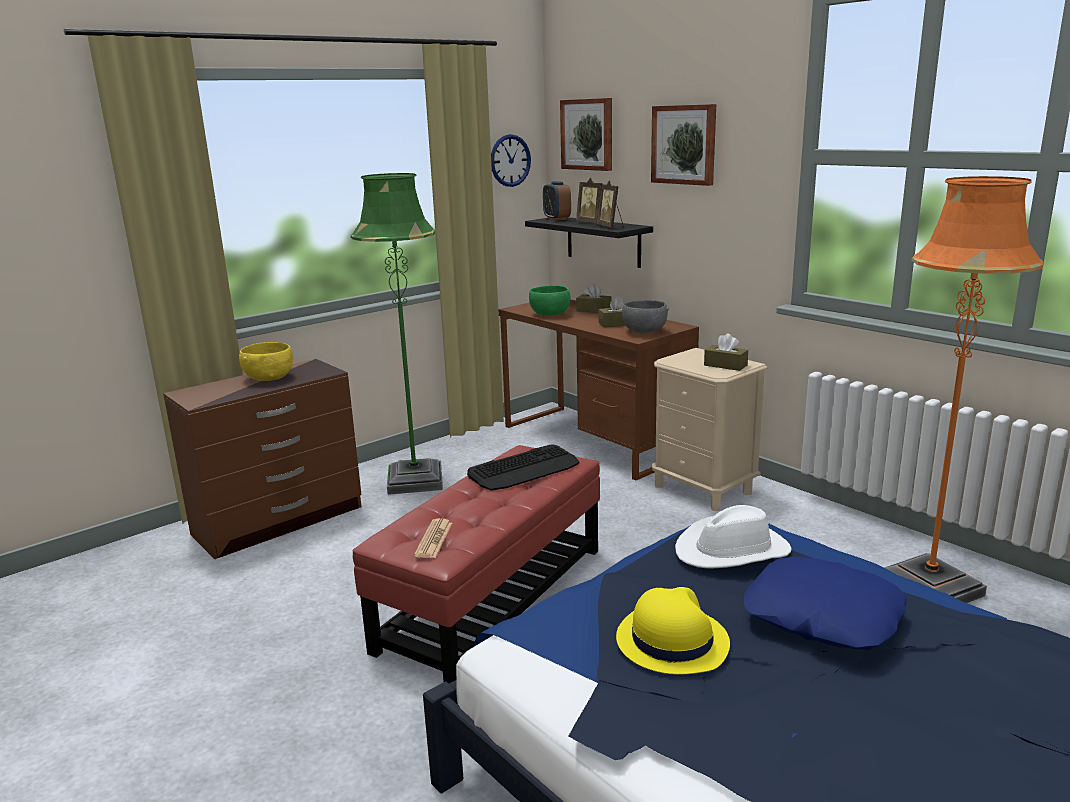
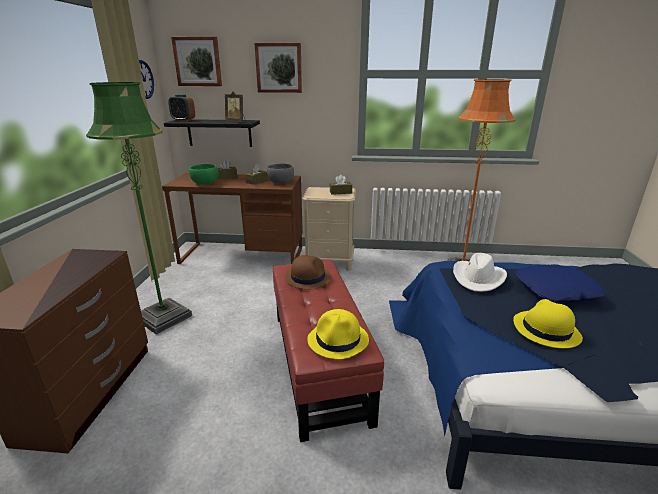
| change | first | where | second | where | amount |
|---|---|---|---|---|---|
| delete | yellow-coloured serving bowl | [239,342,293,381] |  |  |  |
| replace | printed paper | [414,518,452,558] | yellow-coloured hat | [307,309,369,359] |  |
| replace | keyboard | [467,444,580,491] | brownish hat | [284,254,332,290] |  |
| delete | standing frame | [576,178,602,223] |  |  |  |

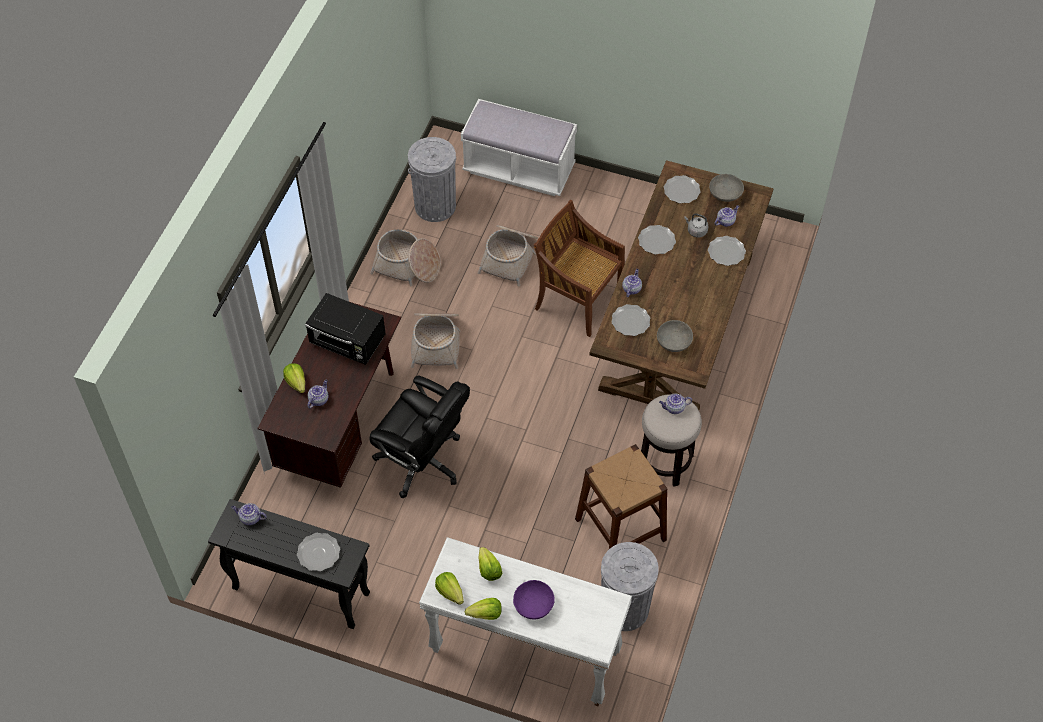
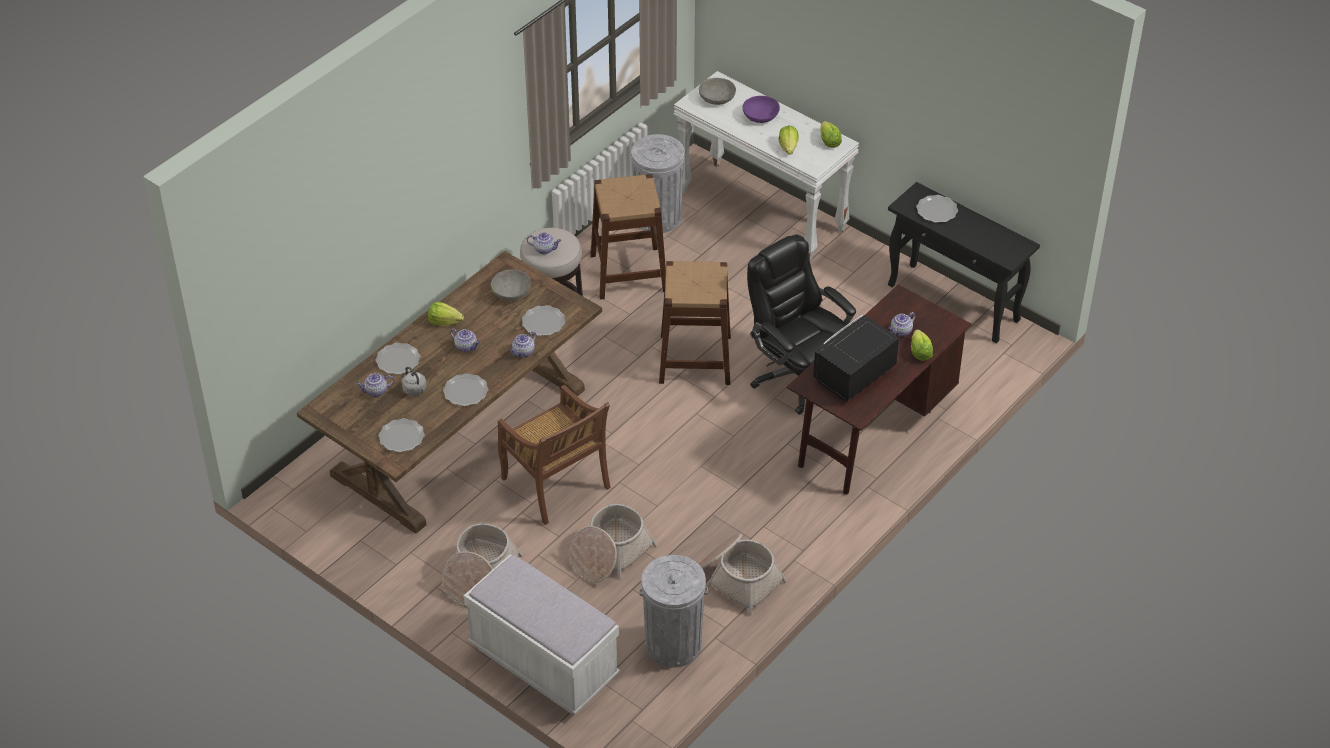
| change | first | where | second | where | amount |
|---|---|---|---|---|---|
| move | tea pot | [231,503,267,525] |  | [450,328,480,352] |  |
| rotate | black microwave | [305,293,385,365] |  | [813,315,899,402] | 90 degrees counterclockwise |
| move | storage basket | [411,313,460,369] |  | [442,523,523,607] |  |
| move | lettuce head | [465,598,502,620] |  | [428,302,464,326] |  |
| move | greyish serving bowl | [709,174,744,202] |  | [699,78,736,105] |  |
| insert |  |  | brownish stool seat | [659,261,731,385] |  |

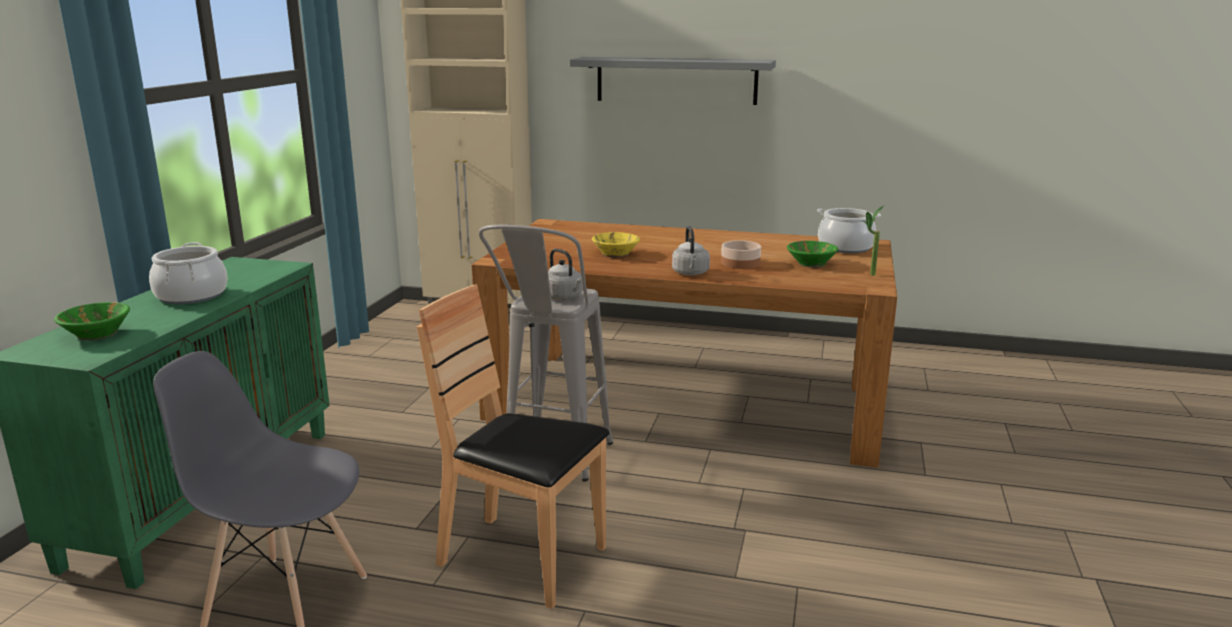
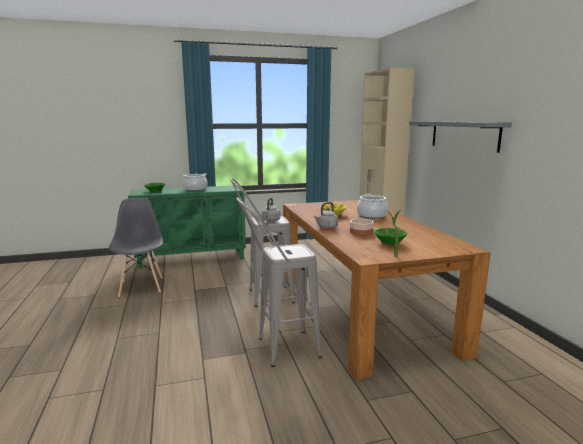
| change | first | where | second | where | amount |
|---|---|---|---|---|---|
| delete | brownish upright chair | [417,284,610,609] |  |  |  |
| move | saucepot | [817,208,881,253] |  | [357,194,388,219] |  |
| insert |  |  | greyish stool seat | [236,197,322,367] |  |

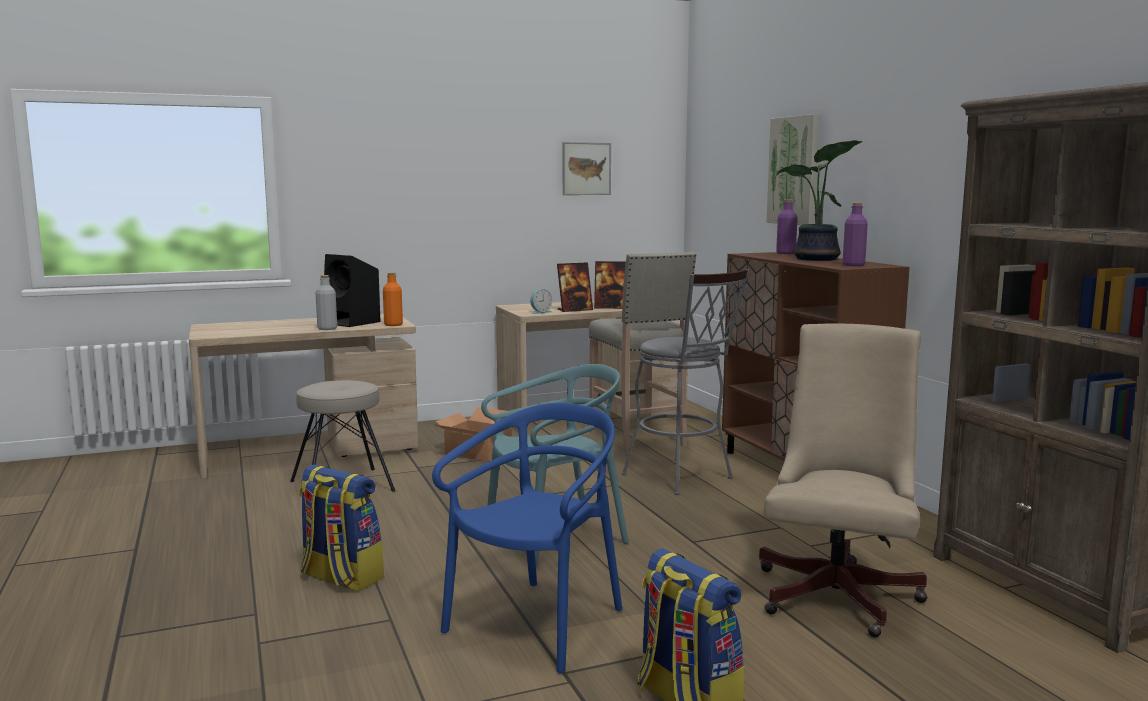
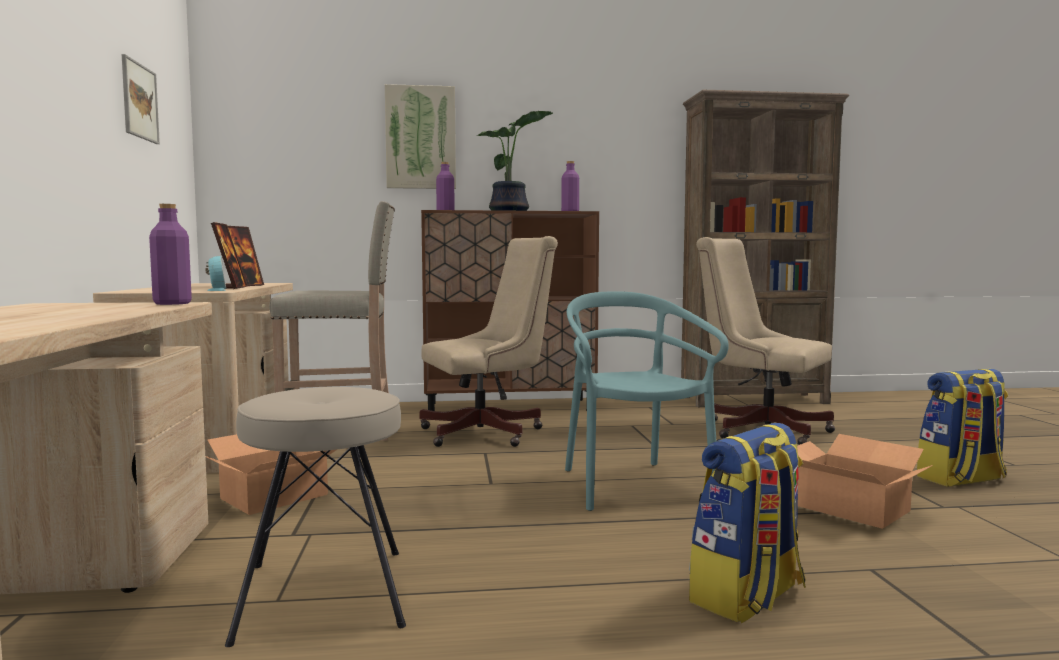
| change | first | where | second | where | amount |
|---|---|---|---|---|---|
| delete | greyish bottle | [316,275,337,330] |  |  |  |
| delete | black speaker | [324,254,381,327] |  |  |  |
| recolor | orange-coloured bottle | [383,273,403,326] | purplish bottle | [149,204,192,305] |  |
| replace | blue-coloured upright chair | [432,403,622,674] | cardboard box | [797,434,933,529] |  |
| replace | greyish stool seat | [622,269,749,495] | beige computer chair | [420,236,558,447] |  |

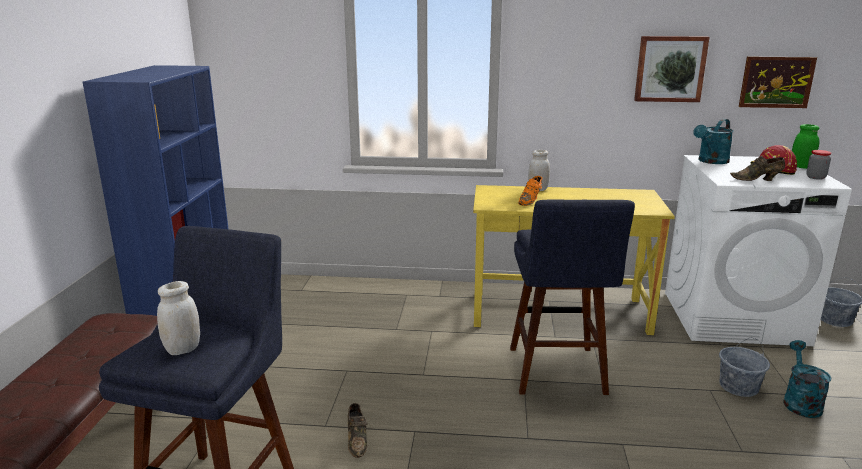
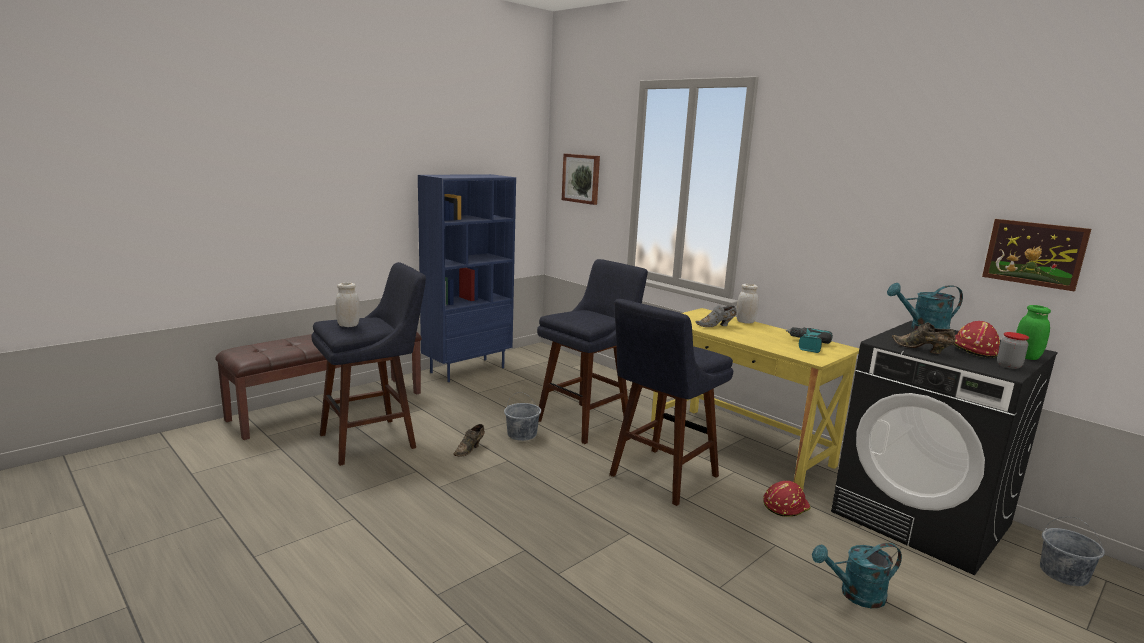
| change | first | where | second | where | amount |
|---|---|---|---|---|---|
| recolor | orange-coloured shoe | [518,176,543,206] | greyish shoe | [695,305,737,327] |  |
| move | picture | [634,36,710,102] |  | [562,153,600,205] |  |
| recolor | white laundry appliance | [665,155,852,346] | black laundry appliance | [831,321,1058,575] |  |
| move | greyish bucket | [719,338,770,397] |  | [504,392,541,441] |  |
| rotate | turquoise-coloured watering can | [783,340,831,418] |  | [812,543,902,608] | 150 degrees counterclockwise |
| insert |  |  | blue-coloured stool seat | [537,259,648,444] |  |
| insert |  |  | red-coloured safety helmet | [763,481,811,517] |  |
| insert |  |  | electric drill | [786,327,833,353] |  |

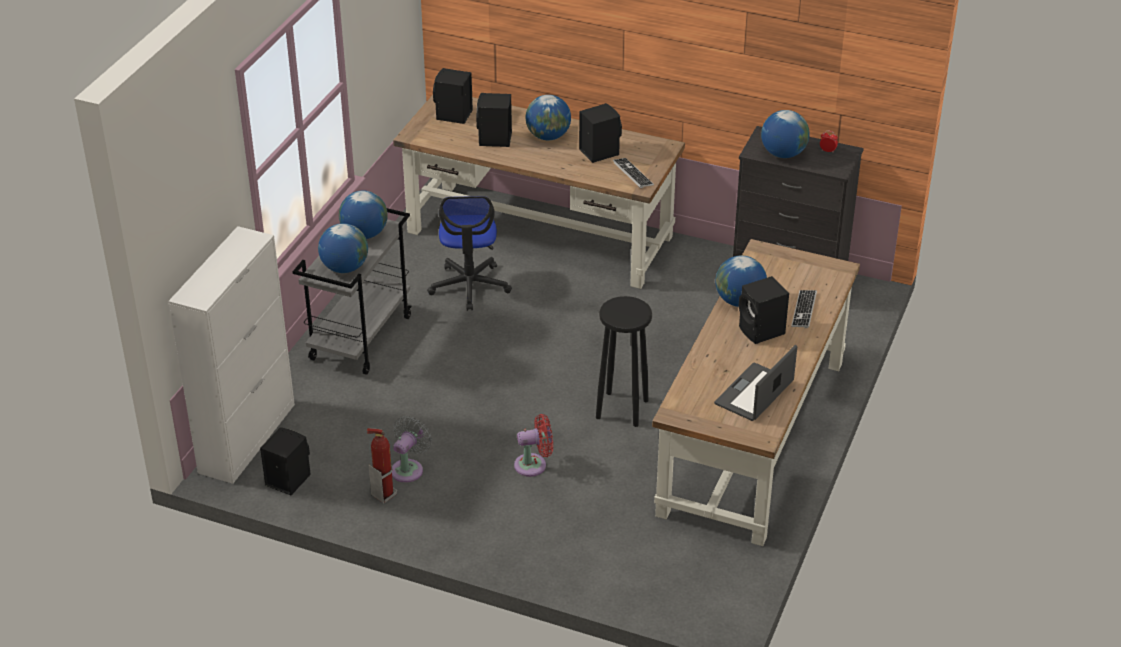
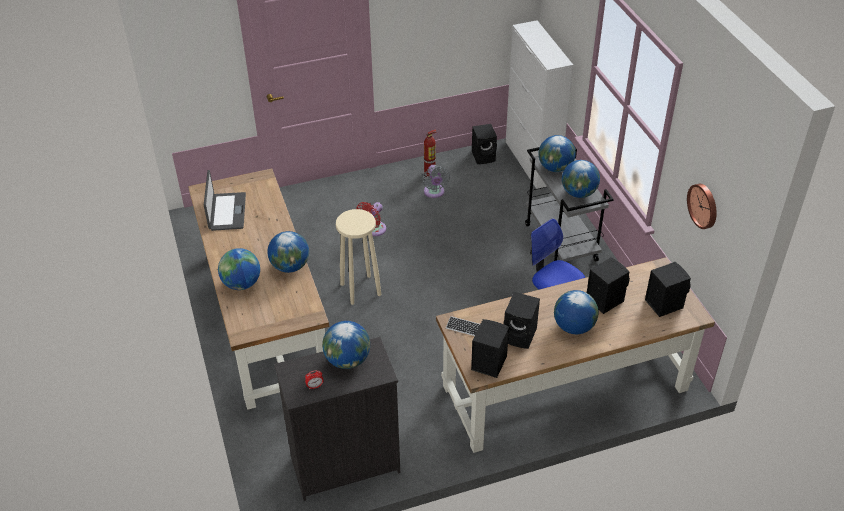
| change | first | where | second | where | amount |
|---|---|---|---|---|---|
| recolor | black stool seat | [596,296,652,427] | beige stool seat | [336,209,381,305] |  |
| move | black speaker | [739,276,789,344] |  | [471,319,509,378] |  |
| replace | keyboard | [791,290,817,328] | desk globe | [218,248,260,290] |  |
| insert |  |  | clock on the wall | [687,184,717,229] |  |

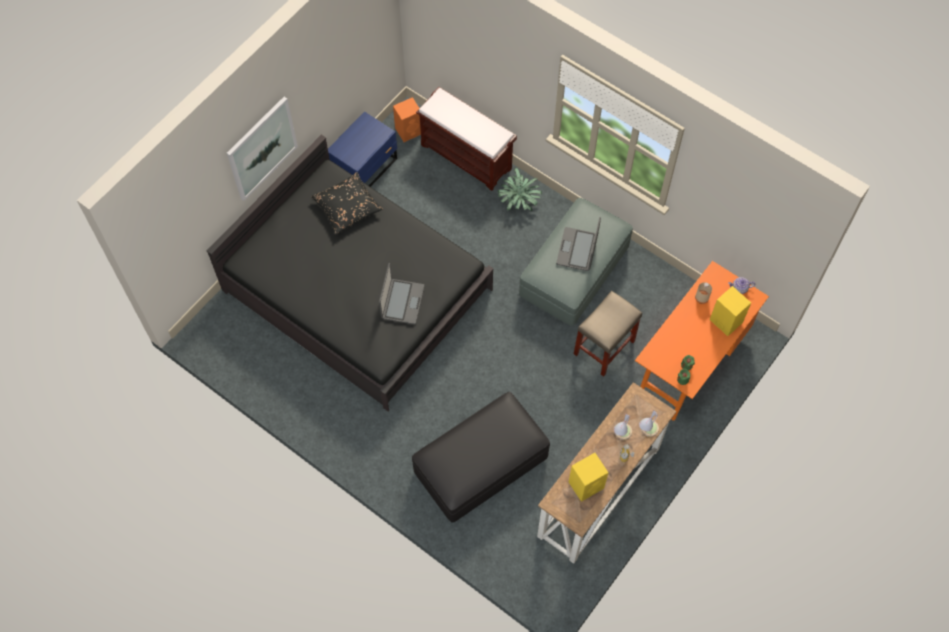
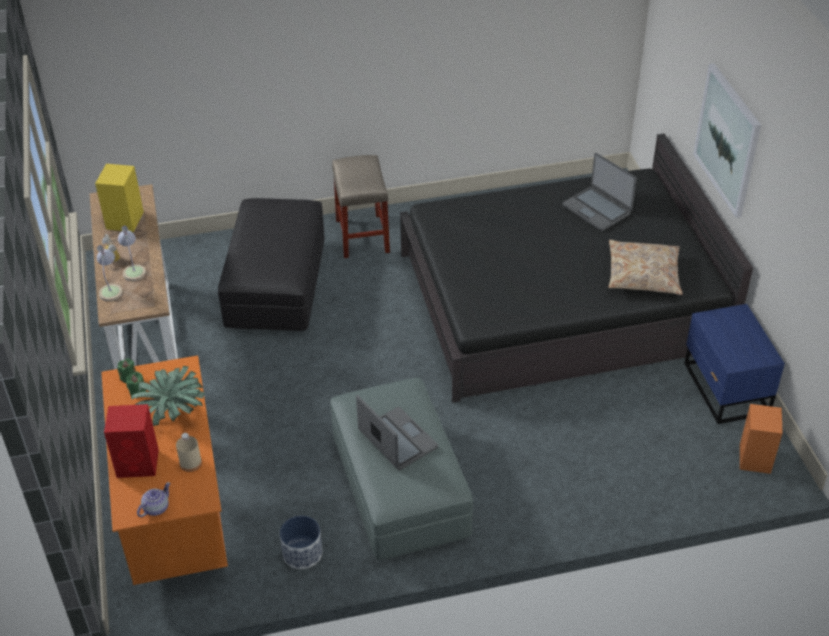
| change | first | where | second | where | amount |
|---|---|---|---|---|---|
| recolor | black cushion | [311,172,383,234] | beige cushion | [608,240,683,295] |  |
| move | portable computer | [379,263,424,324] |  | [562,153,637,231] |  |
| delete | brownish indoor bench | [416,87,517,191] |  |  |  |
| move | potted plant | [498,168,542,211] |  | [131,366,205,426] |  |
| move | beige stool seat | [574,291,642,377] |  | [332,155,390,258] |  |
| recolor | yellow-coloured speaker | [710,286,751,336] | red-coloured speaker | [104,404,159,478] |  |
| insert |  |  | plant pot | [280,515,322,569] |  |

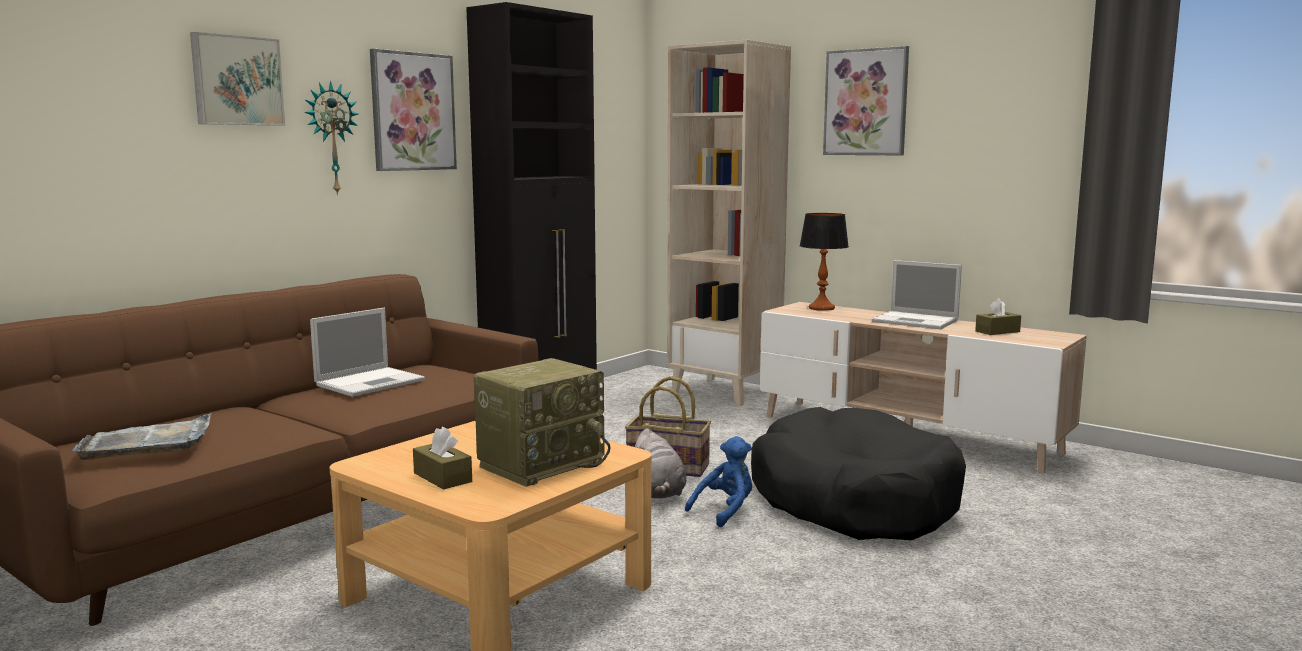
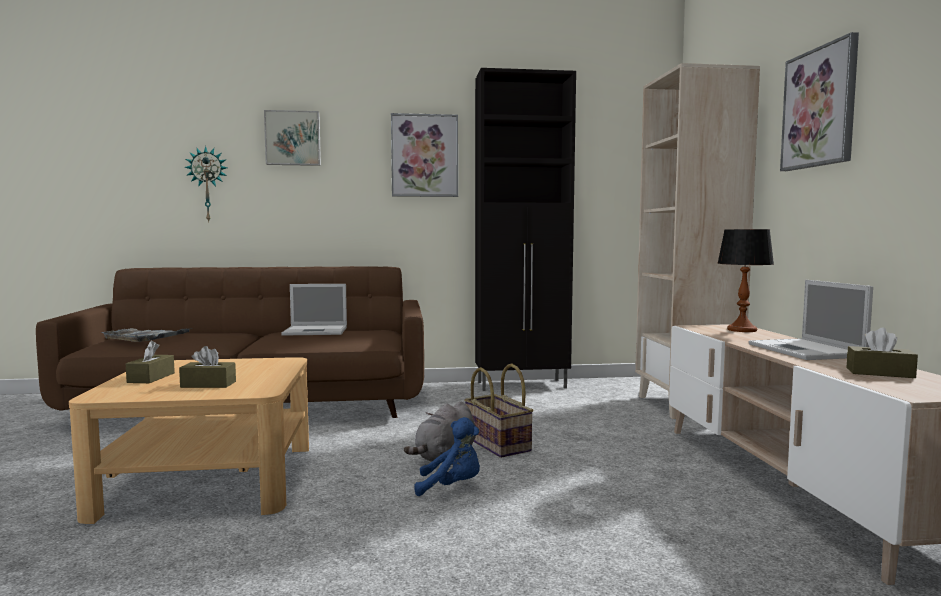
| change | first | where | second | where | amount |
|---|---|---|---|---|---|
| move | clock on the wall | [304,81,358,195] |  | [185,146,227,223] |  |
| replace | radio | [474,358,610,487] | brownish tissue box | [179,346,236,388] |  |
| delete | black pet bed | [751,407,966,540] |  |  |  |

